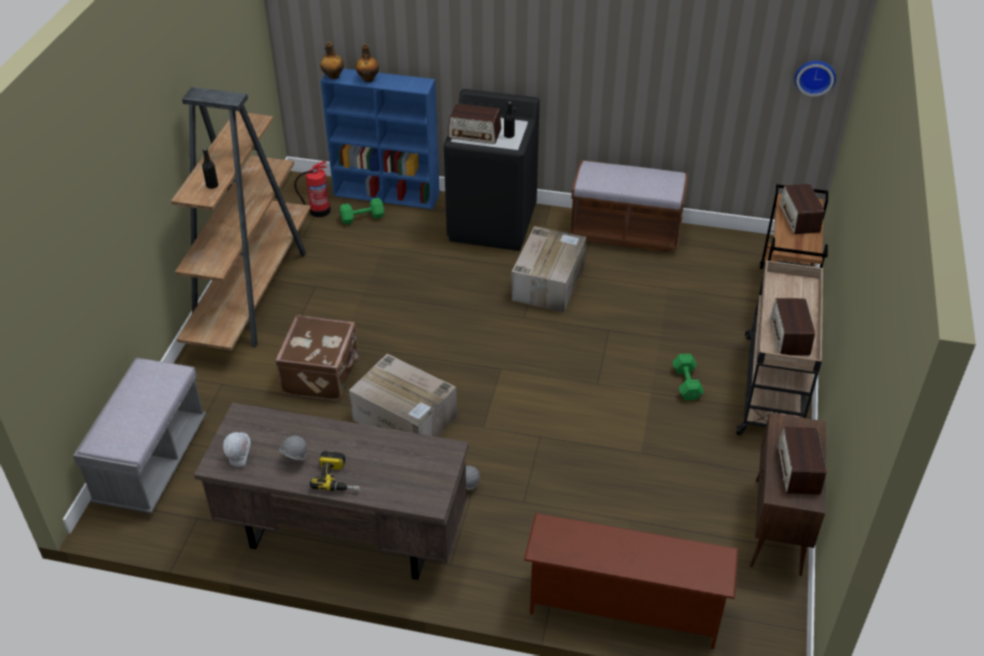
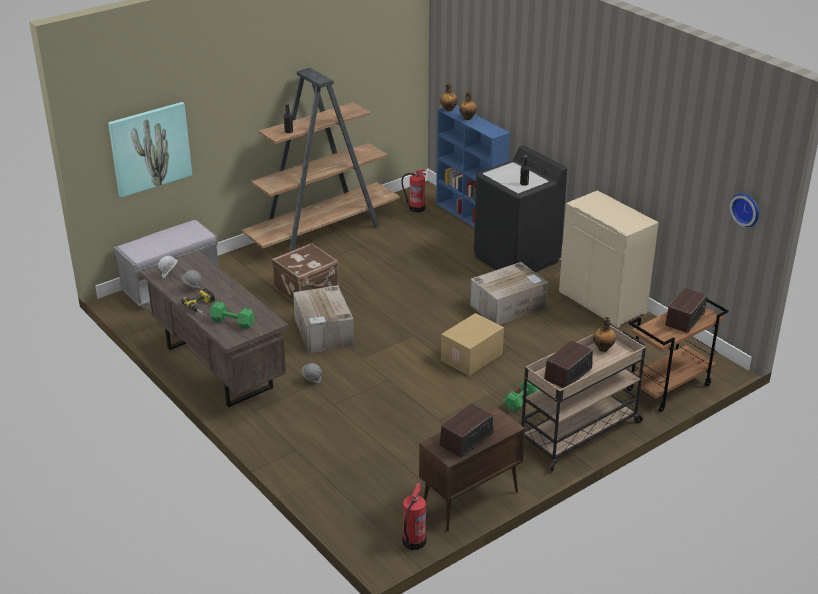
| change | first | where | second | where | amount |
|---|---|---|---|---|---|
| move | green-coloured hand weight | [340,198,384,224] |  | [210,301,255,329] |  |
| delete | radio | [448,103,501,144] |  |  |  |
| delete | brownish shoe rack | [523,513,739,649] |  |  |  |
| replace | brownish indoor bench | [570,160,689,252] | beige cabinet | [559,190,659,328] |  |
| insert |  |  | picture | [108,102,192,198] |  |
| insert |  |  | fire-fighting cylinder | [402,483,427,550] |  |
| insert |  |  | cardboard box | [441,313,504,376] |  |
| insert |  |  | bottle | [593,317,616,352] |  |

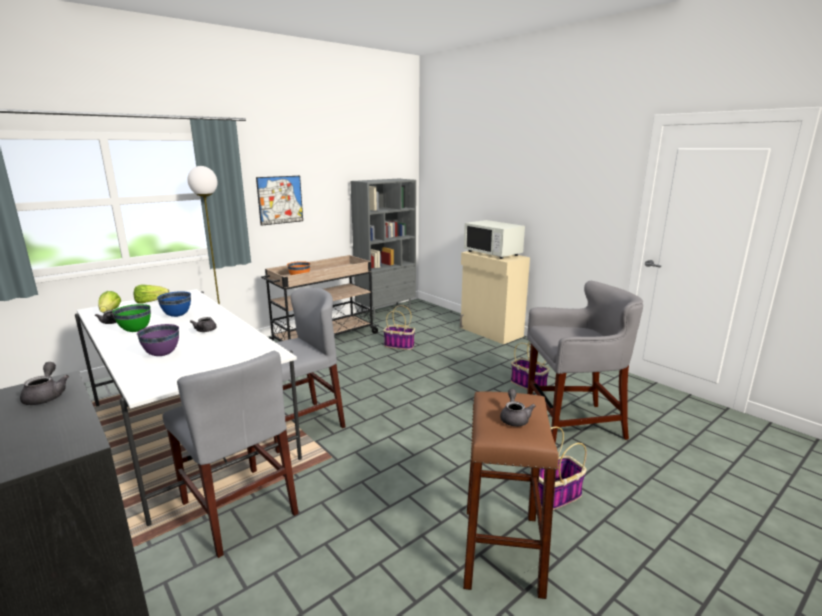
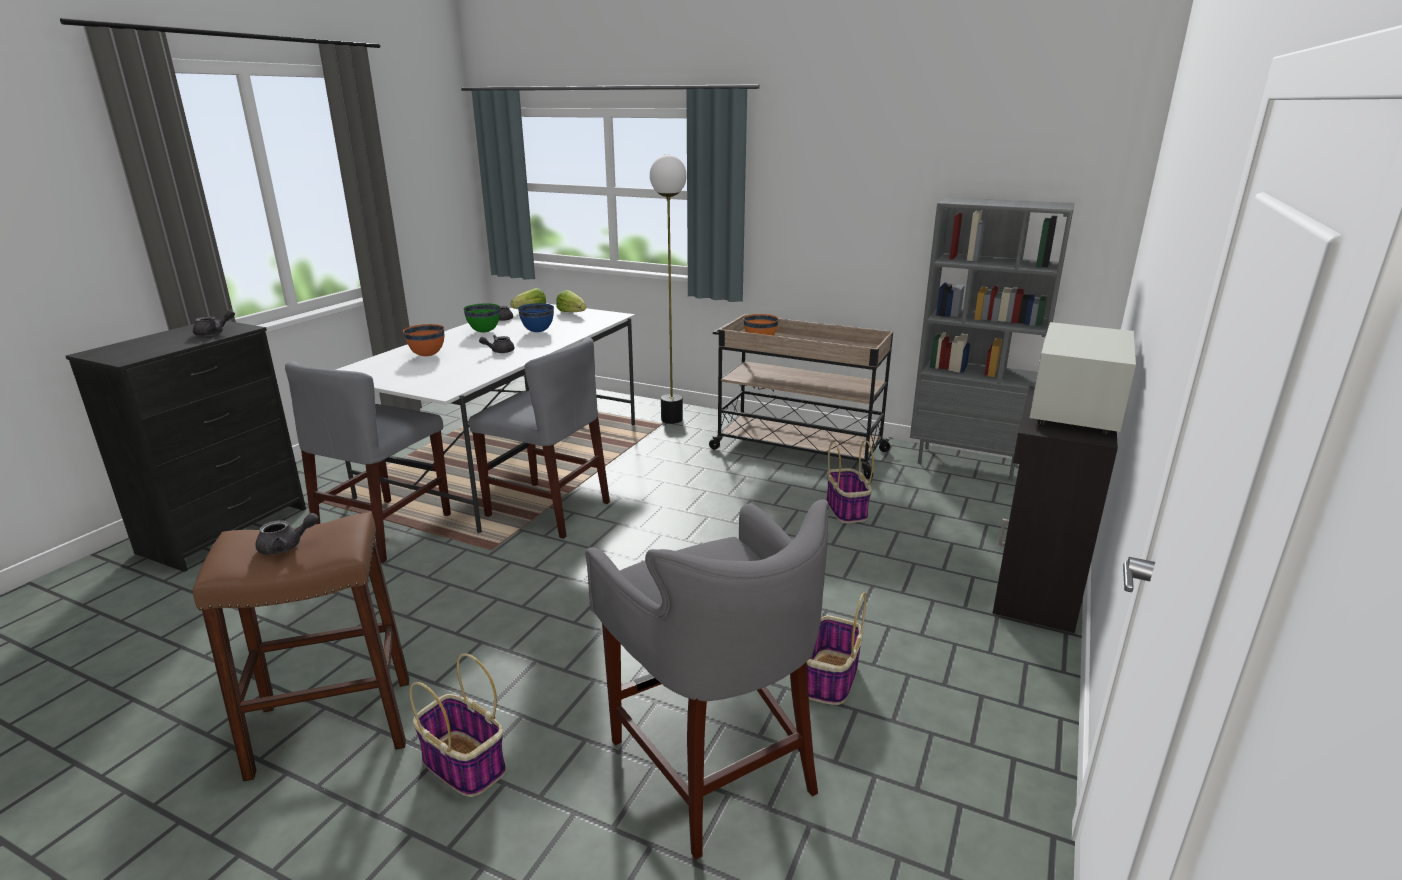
| change | first | where | second | where | amount |
|---|---|---|---|---|---|
| recolor | purplish serving bowl | [137,324,179,356] | orange-coloured serving bowl | [403,324,444,356] |  |
| delete | picture | [256,176,303,226] |  |  |  |
| recolor | beige cabinet | [460,251,530,344] | black cabinet | [992,386,1118,633] |  |

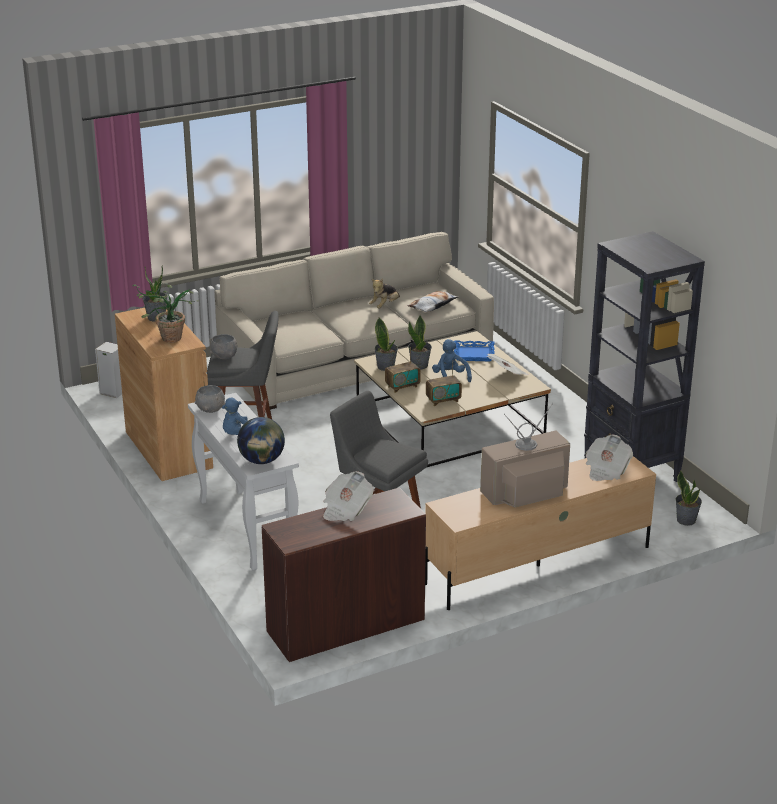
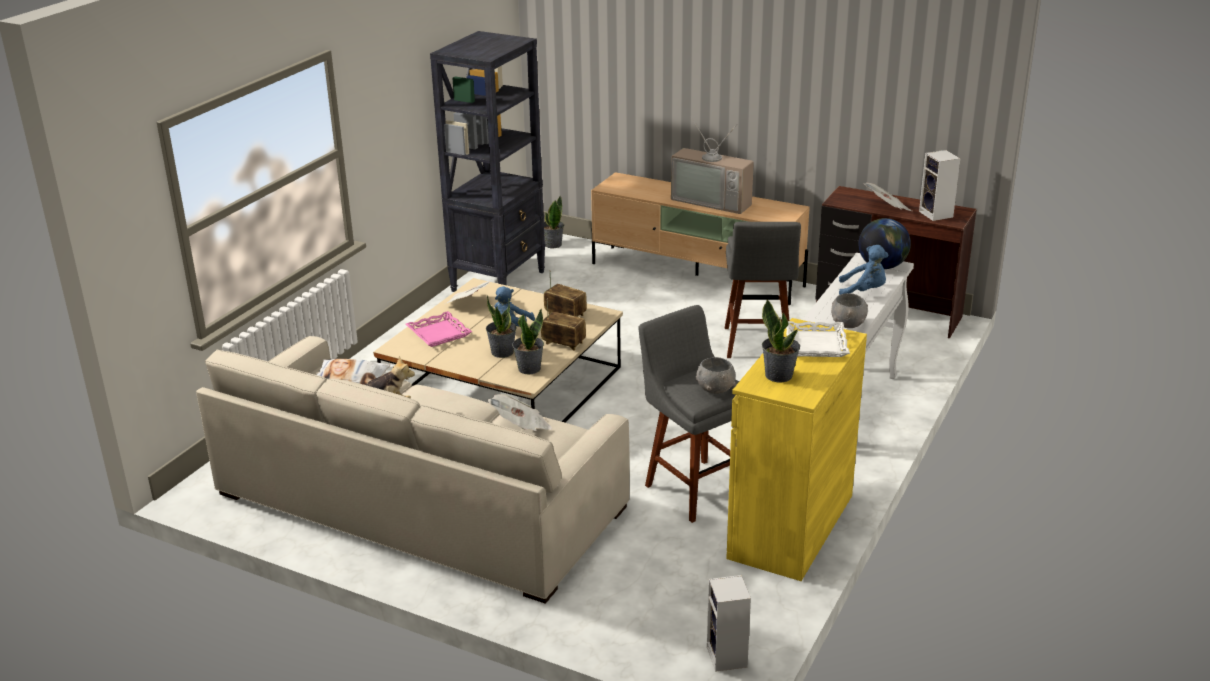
| change | first | where | second | where | amount |
|---|---|---|---|---|---|
| recolor | brownish cabinet | [115,305,213,481] | yellow-coloured cabinet | [726,318,867,581] |  |
| replace | potted plant | [132,283,199,343] | white tray | [786,321,850,357] |  |
| recolor | blue-coloured tray | [454,340,495,361] | pinkish tray | [406,311,472,347] |  |
| move | printed paper | [586,435,633,481] |  | [488,394,553,431] |  |
| insert |  |  | speaker | [919,150,960,221] |  |

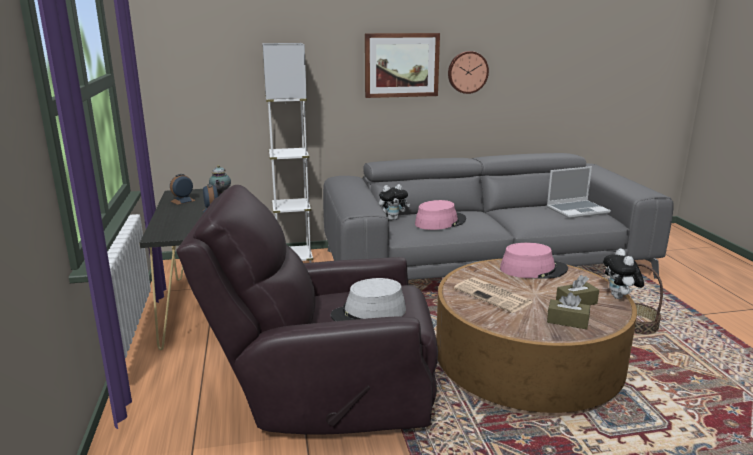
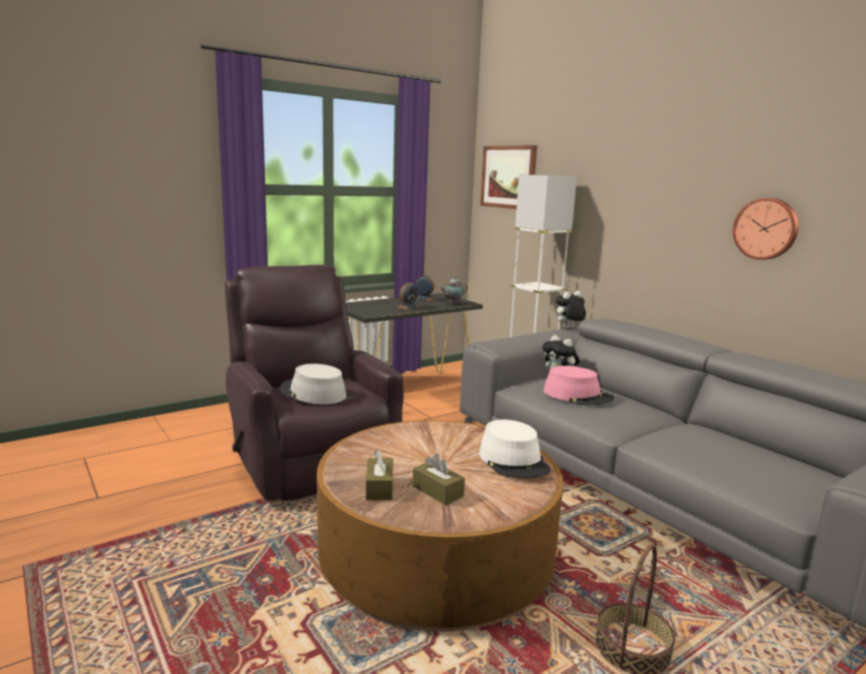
| change | first | where | second | where | amount |
|---|---|---|---|---|---|
| move | picture | [365,33,440,98] |  | [480,145,537,209] |  |
| delete | printed paper | [454,277,533,313] |  |  |  |
| recolor | pinkish hat | [500,243,568,279] | white hat | [479,420,550,478] |  |
| delete | portable computer | [547,166,611,218] |  |  |  |
| move | plush toy | [603,248,644,299] |  | [554,291,586,328] |  |

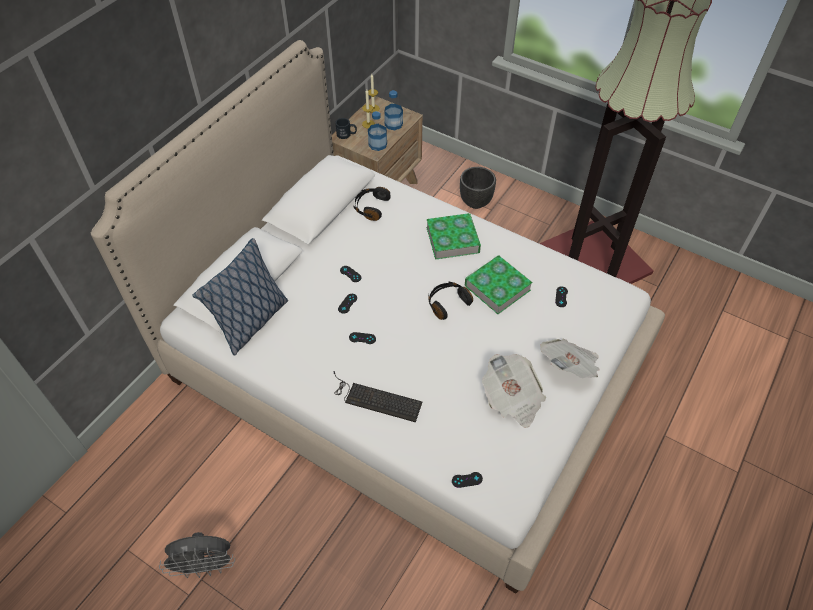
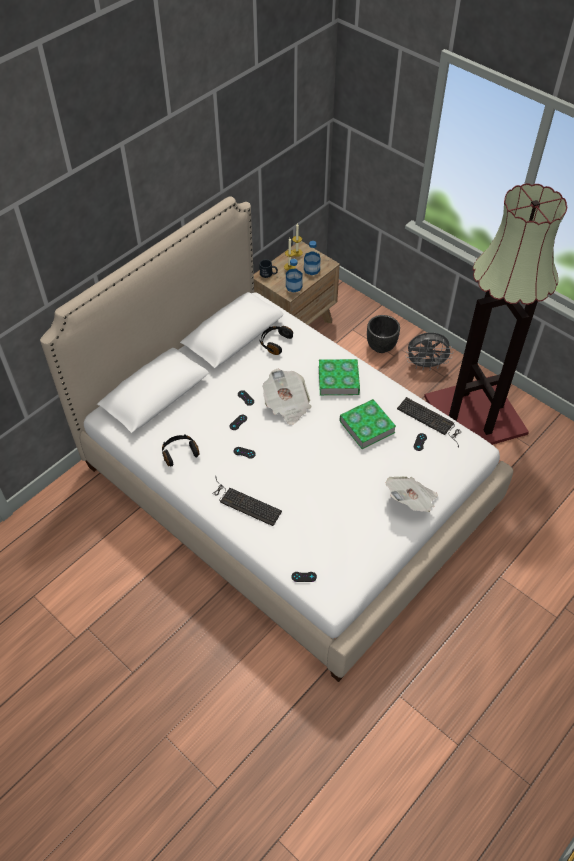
| change | first | where | second | where | amount |
|---|---|---|---|---|---|
| move | greyish cooling fan | [159,532,235,578] |  | [405,333,453,370] |  |
| delete | cushion | [192,238,288,356] |  |  |  |
| move | black headphones | [428,281,473,320] |  | [162,434,200,467] |  |
| move | printed paper | [482,354,546,428] |  | [262,369,311,425] |  |
| insert |  |  | keyboard | [397,397,461,448] |  |

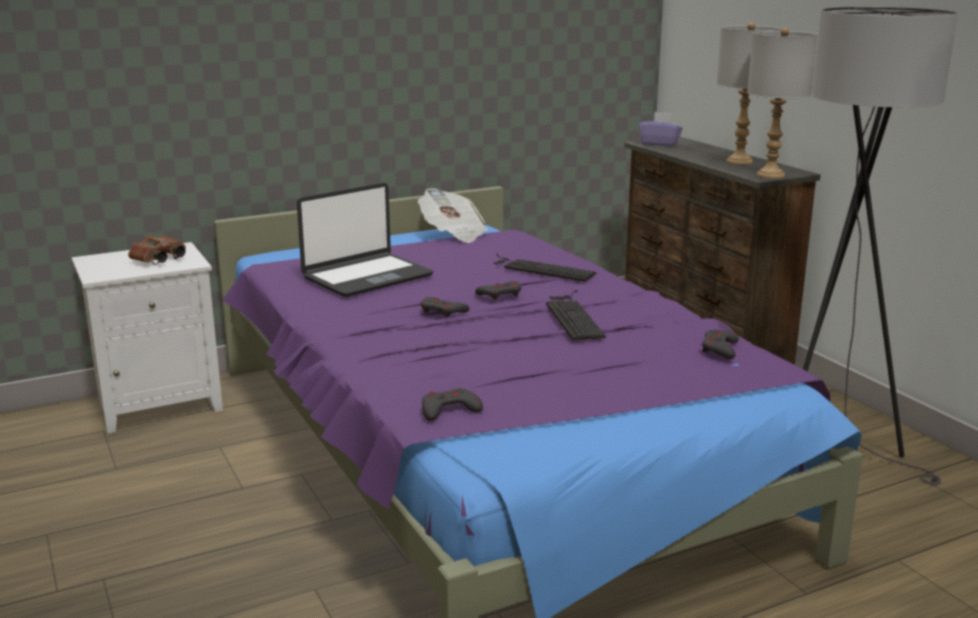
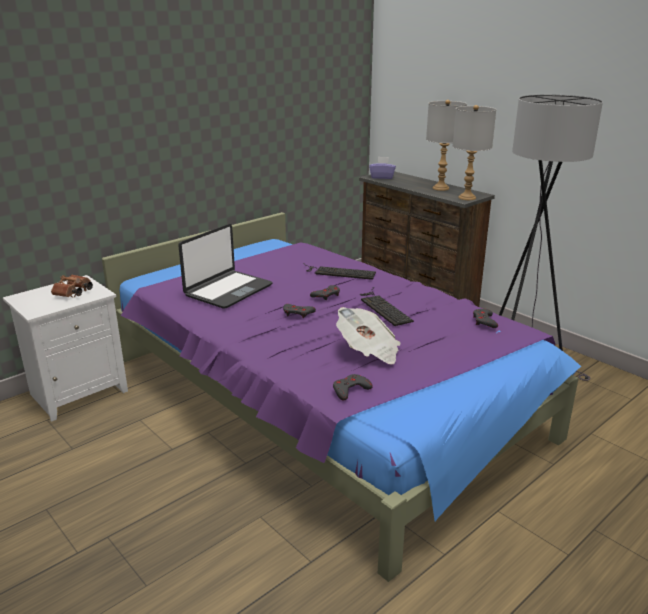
| change | first | where | second | where | amount |
|---|---|---|---|---|---|
| move | printed paper | [418,188,489,243] |  | [336,307,400,364] |  |

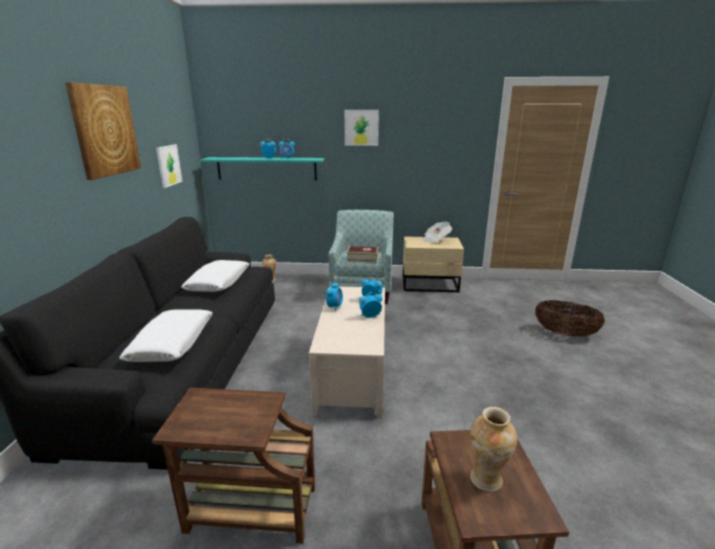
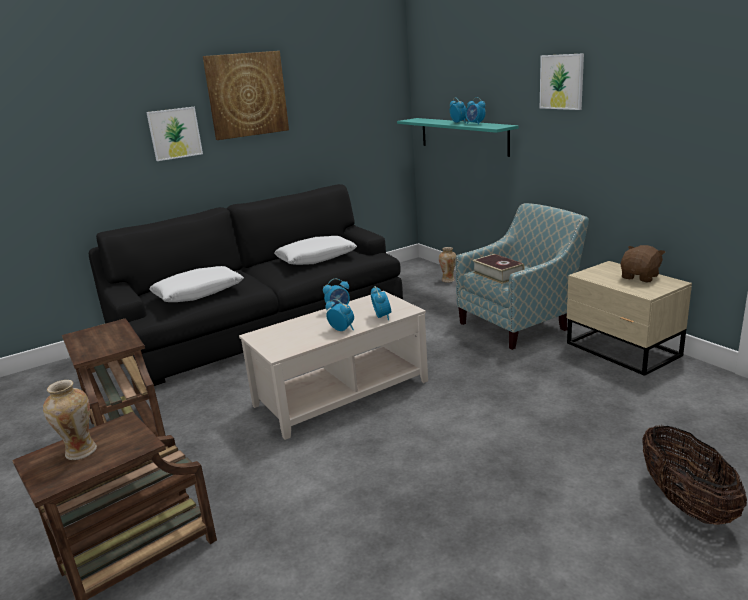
| change | first | where | second | where | amount |
|---|---|---|---|---|---|
| move | picture | [156,144,183,188] |  | [146,107,203,161] |  |
| replace | printed paper | [421,222,452,243] | brownish plush toy | [621,245,665,282] |  |

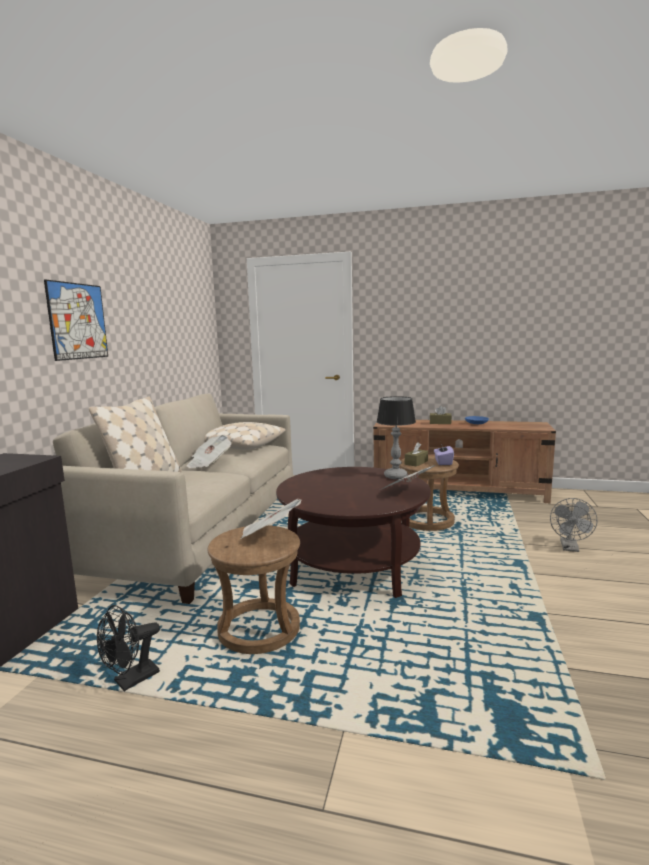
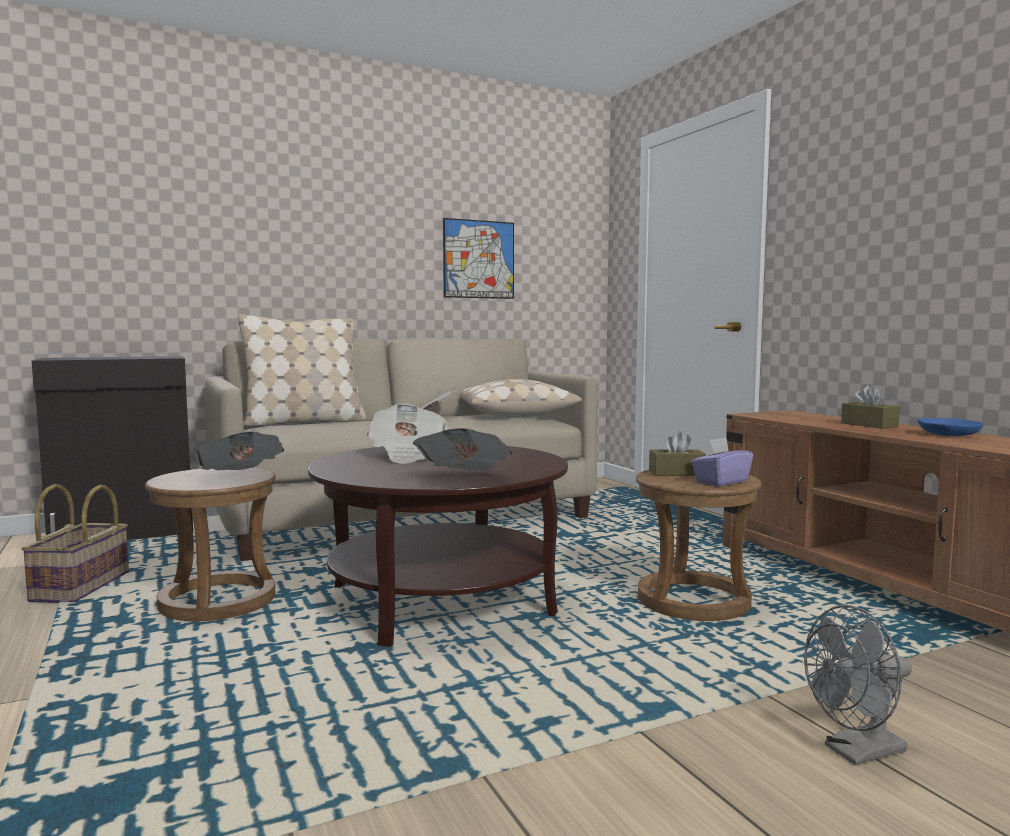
| change | first | where | second | where | amount |
|---|---|---|---|---|---|
| move | picture | [44,279,108,361] |  | [443,218,514,299] |  |
| replace | black cooling fan | [97,605,160,692] | storage basket | [21,484,129,603] |  |
| delete | tabletop lamp | [377,396,416,479] |  |  |  |
| insert |  |  | printed paper | [367,403,448,464] |  |

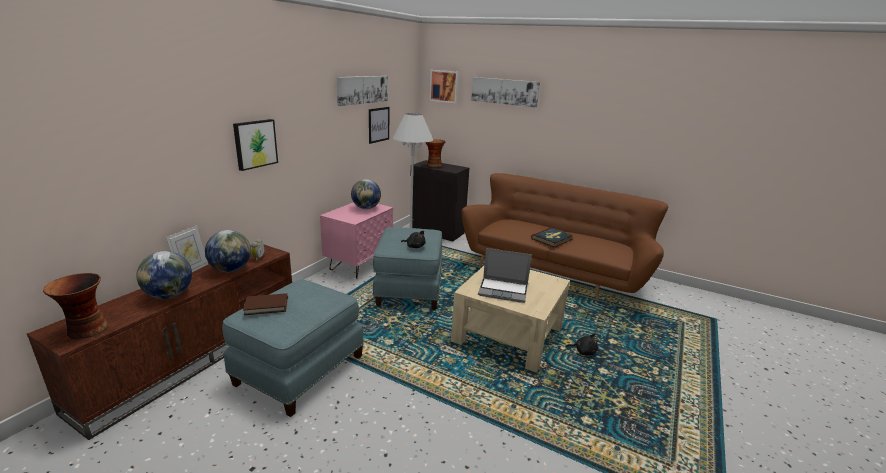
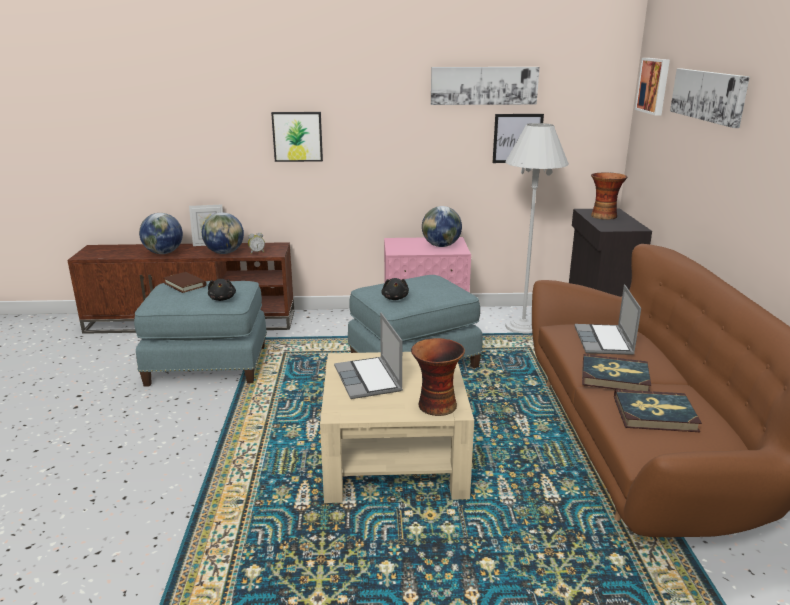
| change | first | where | second | where | amount |
|---|---|---|---|---|---|
| move | flower vase | [43,273,108,339] |  | [411,338,465,416] |  |
| move | black plush toy | [566,334,599,355] |  | [208,279,236,301] |  |
| insert |  |  | portable computer | [574,285,641,355] |  |
| insert |  |  | volume | [614,389,702,432] |  |

